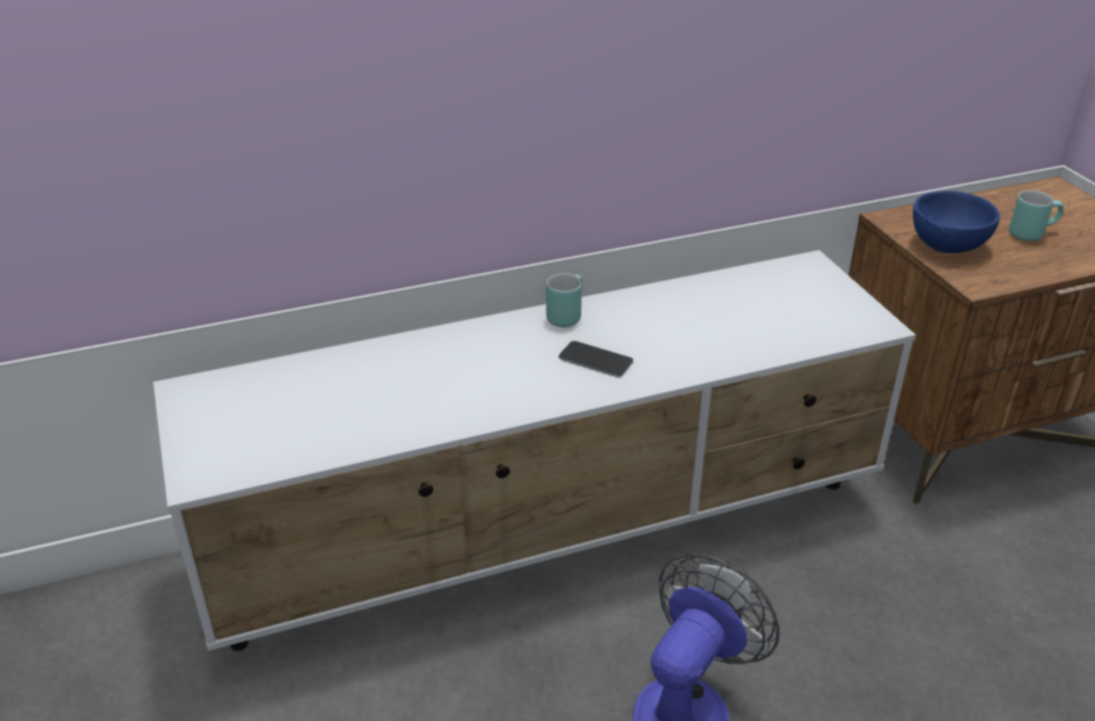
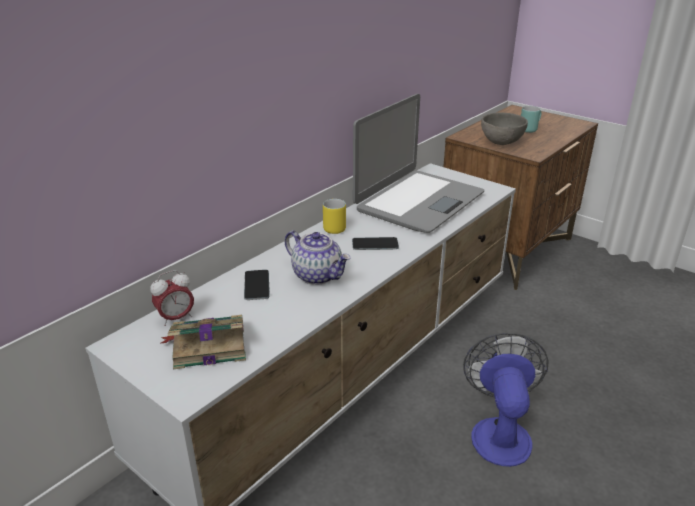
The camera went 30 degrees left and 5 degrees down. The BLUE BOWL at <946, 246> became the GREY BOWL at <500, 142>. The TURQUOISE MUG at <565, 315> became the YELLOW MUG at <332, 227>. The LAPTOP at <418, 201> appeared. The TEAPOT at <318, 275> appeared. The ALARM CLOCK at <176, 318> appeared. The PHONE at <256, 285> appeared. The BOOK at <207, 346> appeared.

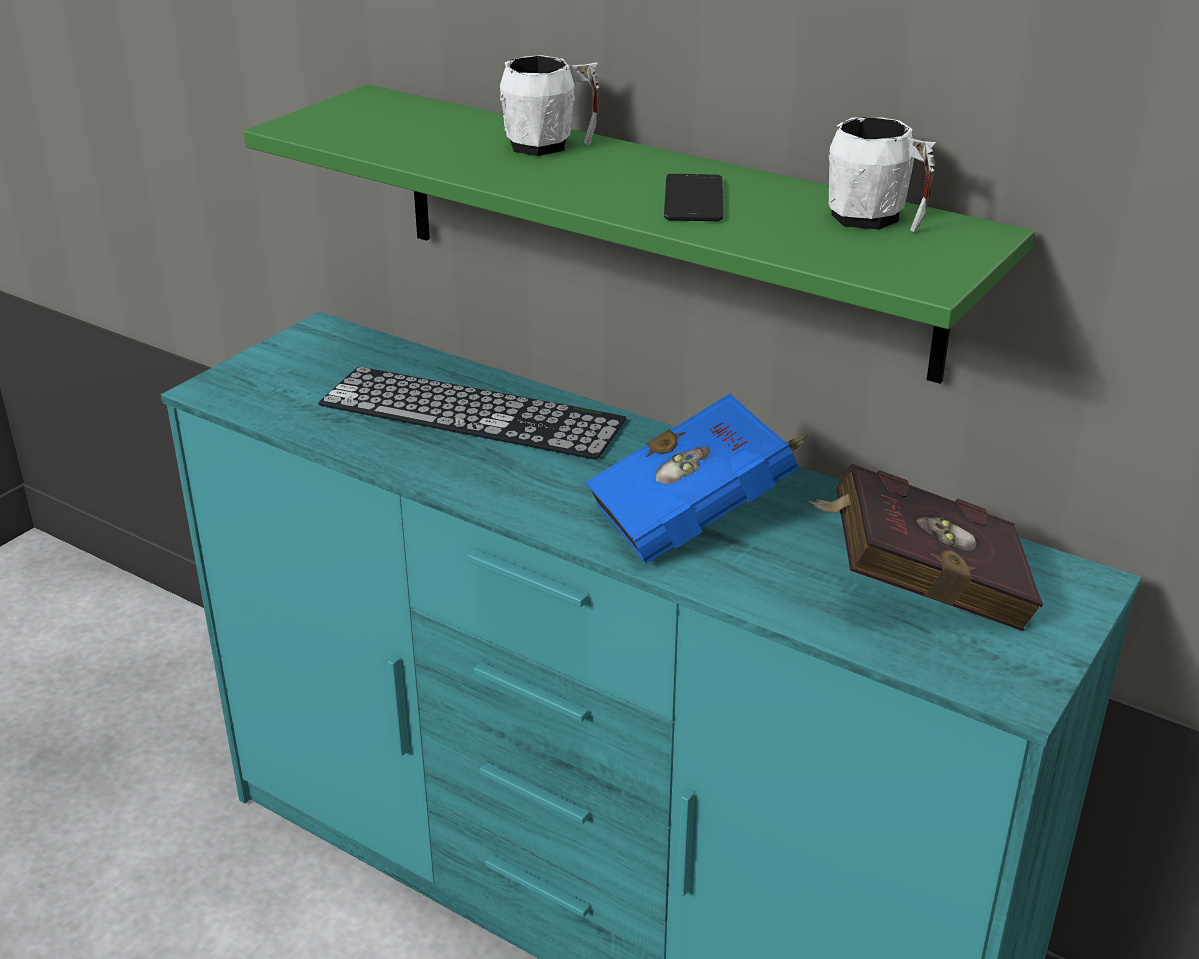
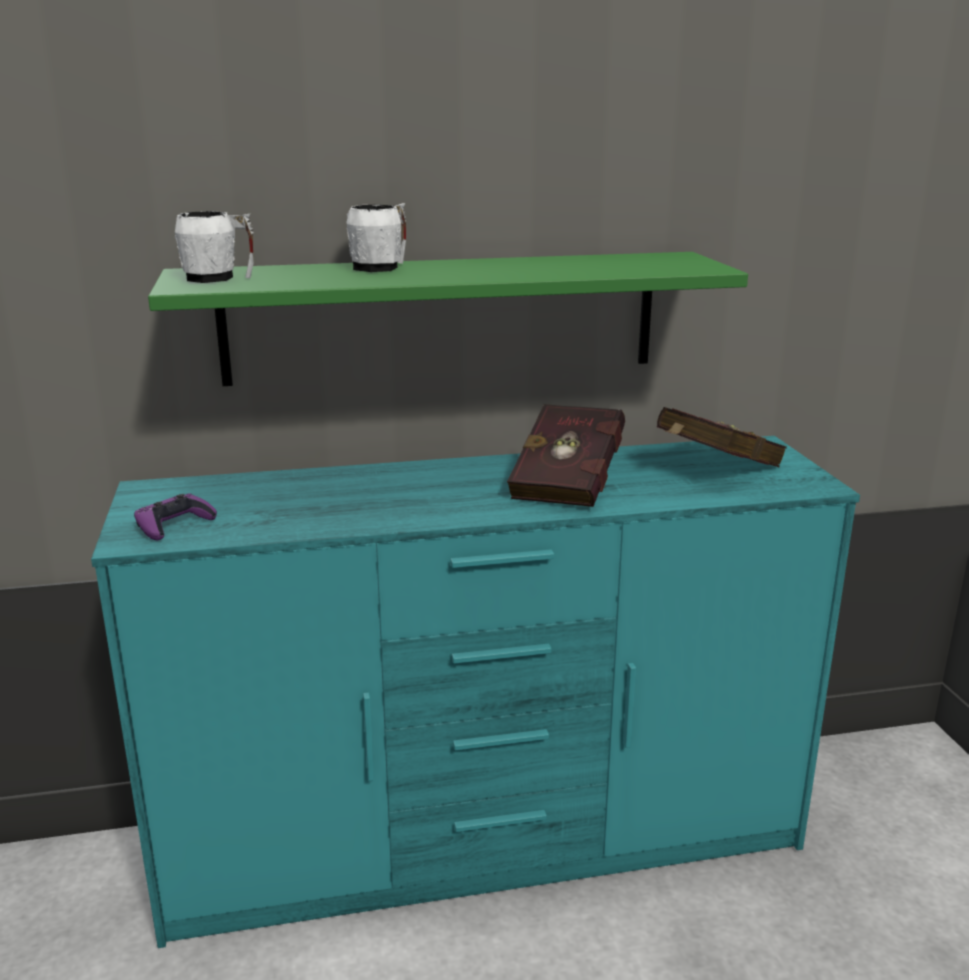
The camera went 45 degrees left and 10 degrees down. The WHITE MUG moved from <876, 220> to <218, 278>. The PHONE at <693, 199> disappeared. The KEYBOARD at <471, 413> disappeared. The BLUE BOOK at <697, 519> became the RED BOOK at <570, 484>. The PURPLE GAME CONTROLLER at <174, 525> appeared.

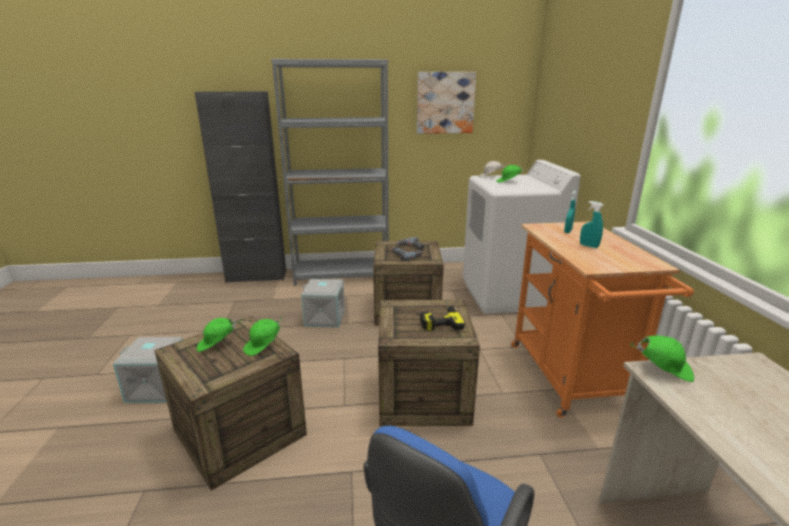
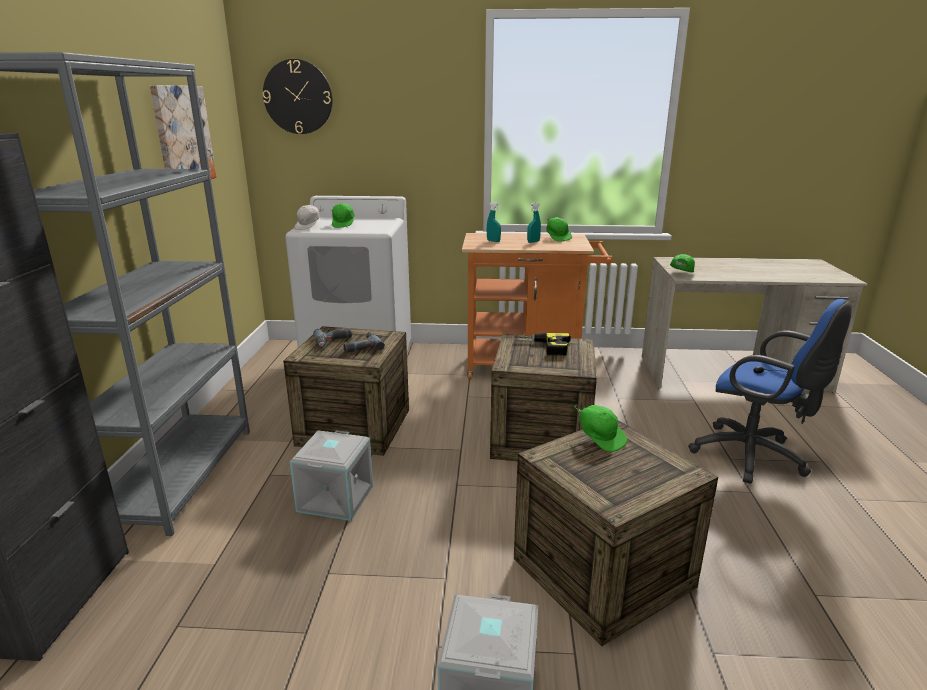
The camera went 80 degrees left and 0 degrees up. The GREEN CAP moved from <218, 344> to <558, 238>. The WALL CLOCK at <298, 97> appeared.

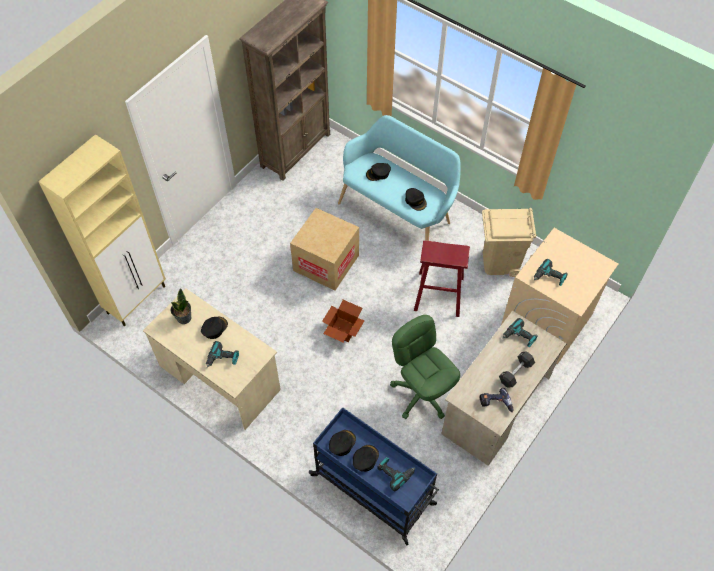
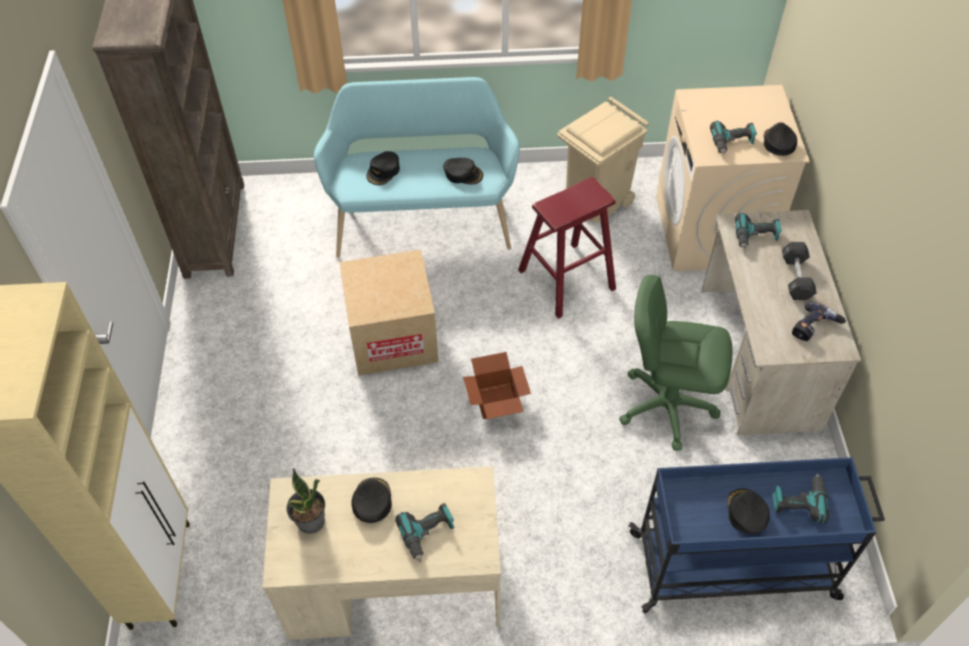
The camera went 40 degrees left and 5 degrees down. The BLACK CAP moved from <342, 443> to <778, 142>.

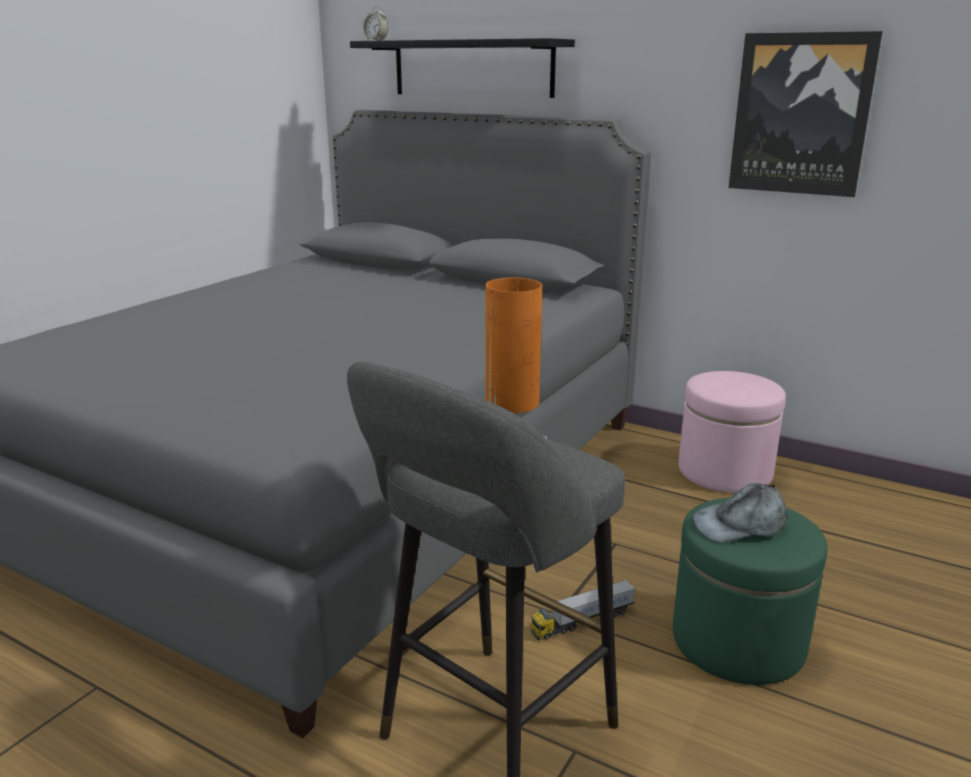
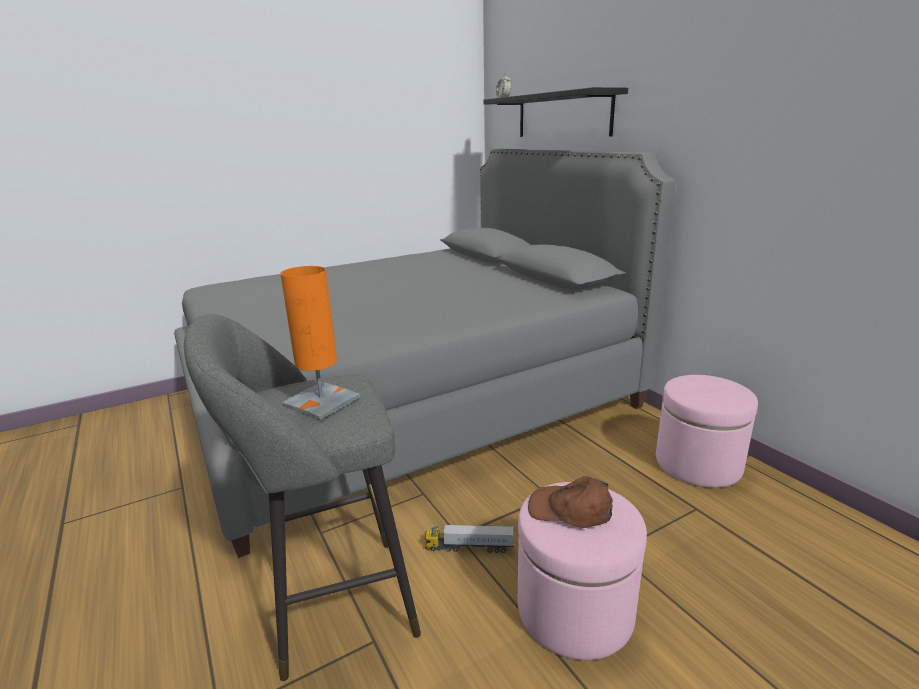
The camera went 30 degrees right and 0 degrees up. The PICTURE at <801, 114> disappeared. The GREY CAP at <740, 524> became the BROWN CAP at <570, 509>. The GREEN OTTOMAN at <738, 641> became the PINK OTTOMAN at <574, 609>.

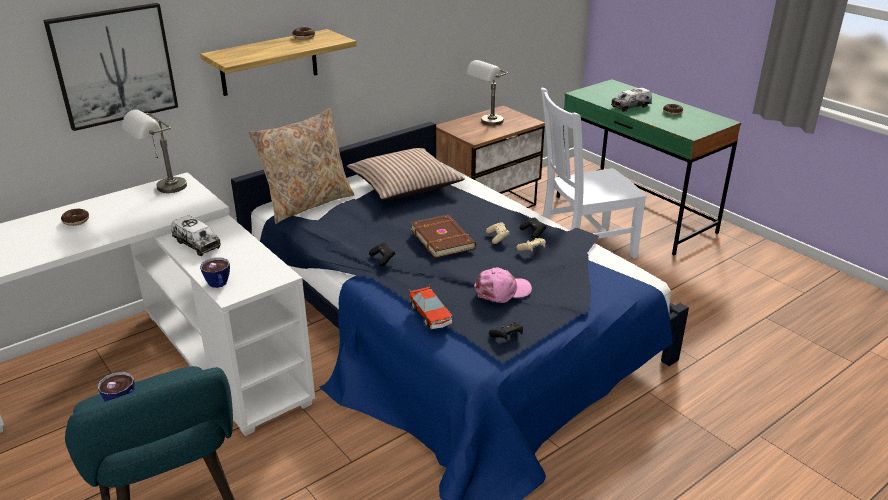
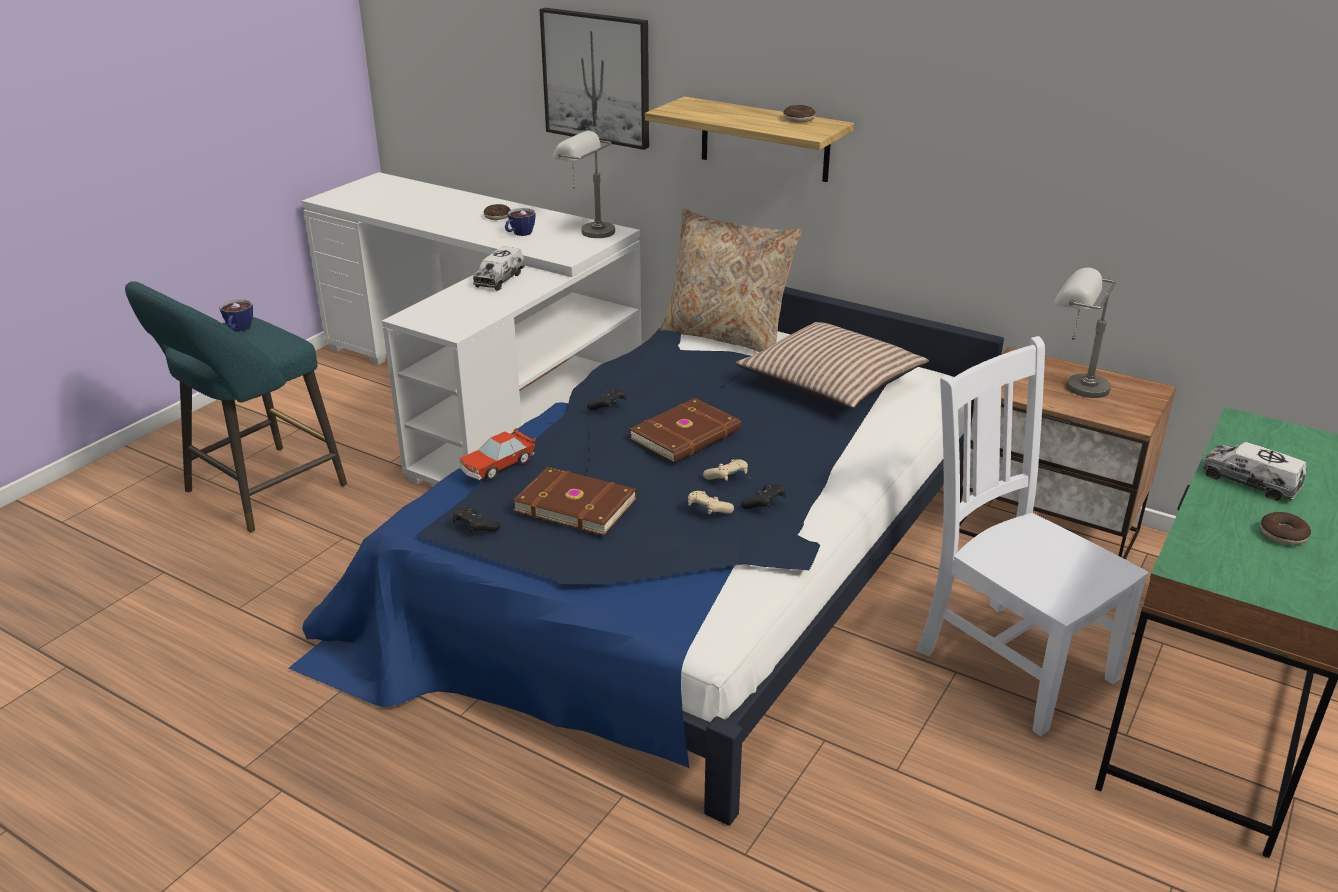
The camera went 70 degrees right and 0 degrees up. The CUP moved from <219, 285> to <519, 234>. The PINK CAP at <502, 291> was replaced by the BROWN BOOK at <576, 504>.

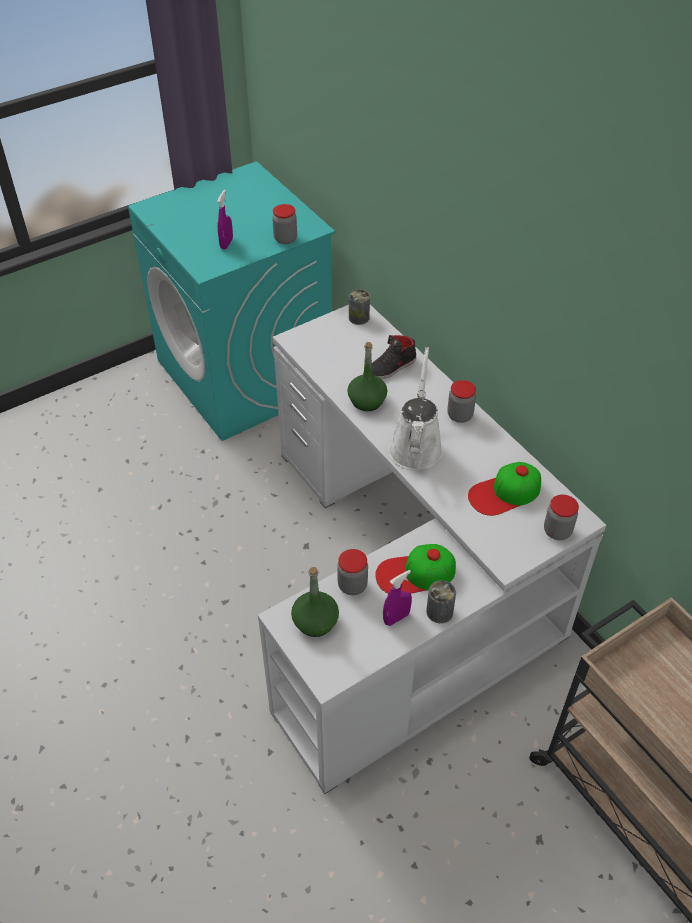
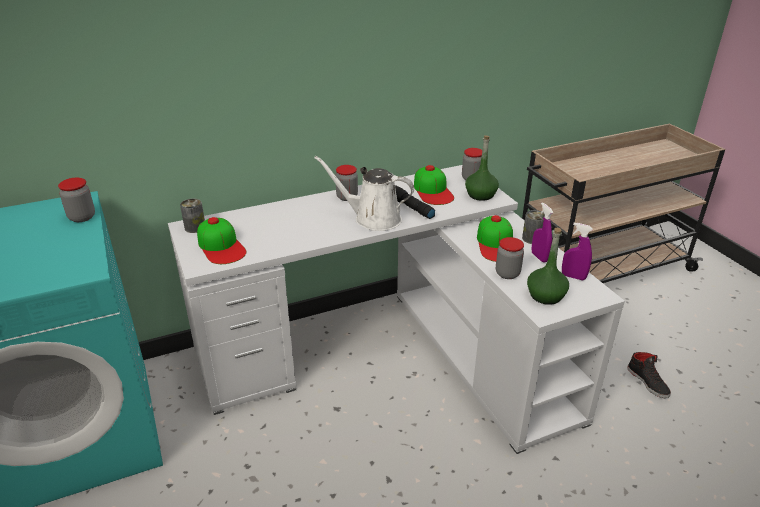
The camera went 80 degrees left and 15 degrees down. The PURPLE SPRAY BOTTLE moved from <226, 244> to <573, 277>. The BLACK SHOE moved from <390, 368> to <648, 382>. The GREEN BOTTLE moved from <367, 401> to <480, 195>. The BLACK FLASHLIGHT at <410, 207> appeared. The CAP at <221, 246> appeared.

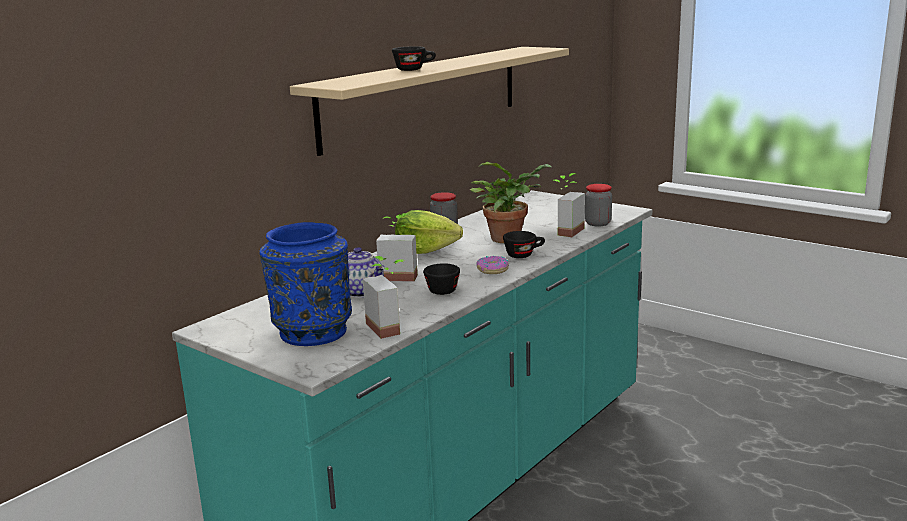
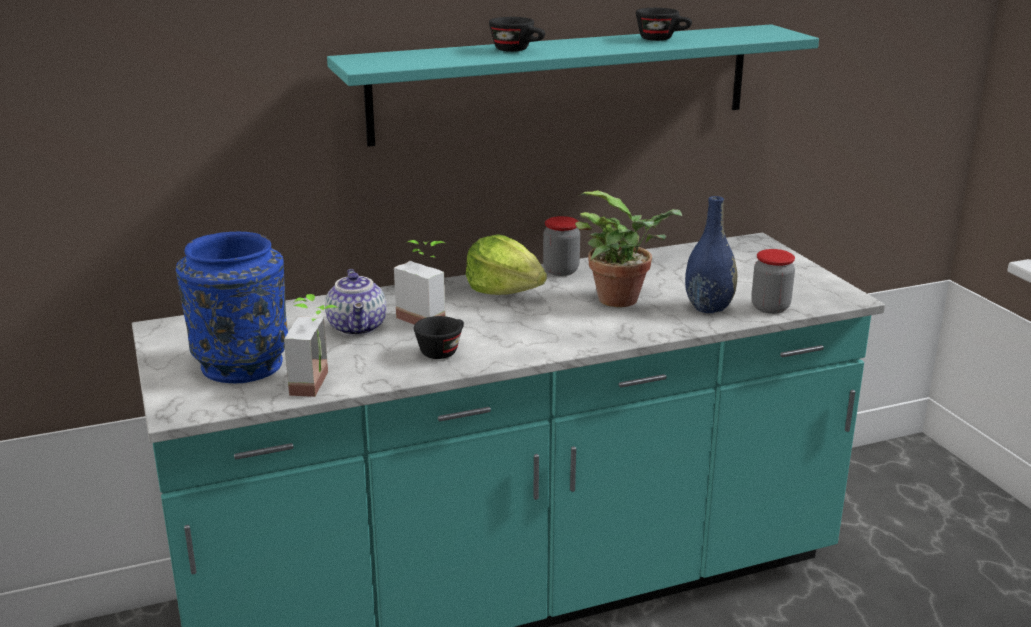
The camera went 30 degrees right and 5 degrees up. The BEIGE SHELF at <424, 95> became the TURQUOISE SHELF at <564, 83>. The POTTED PLANT at <564, 231> was replaced by the BLUE VASE at <708, 307>. The BLACK CUP moved from <524, 255> to <662, 39>. The DONUT at <492, 270> disappeared.

